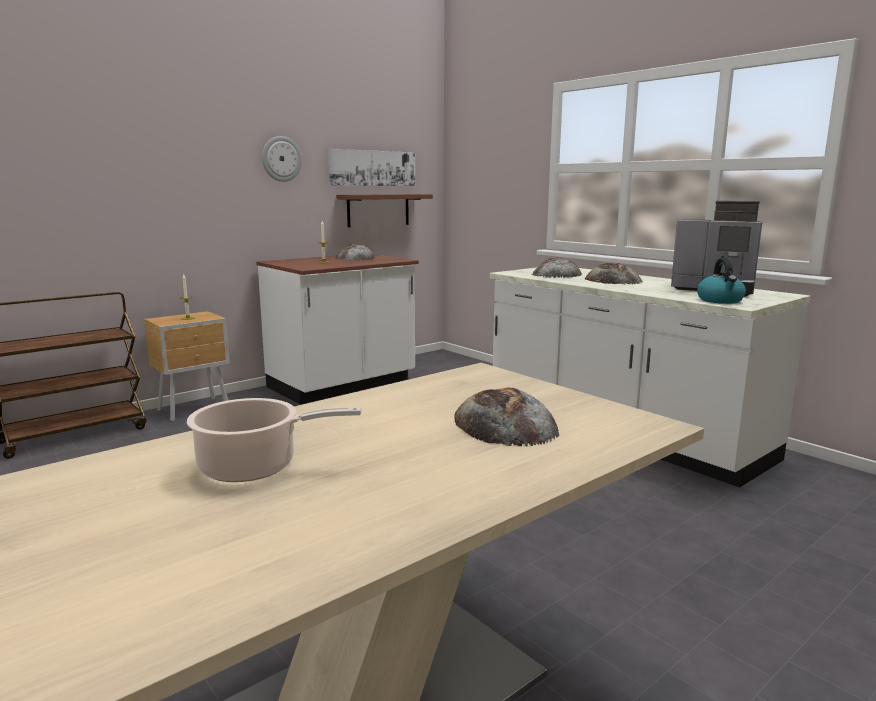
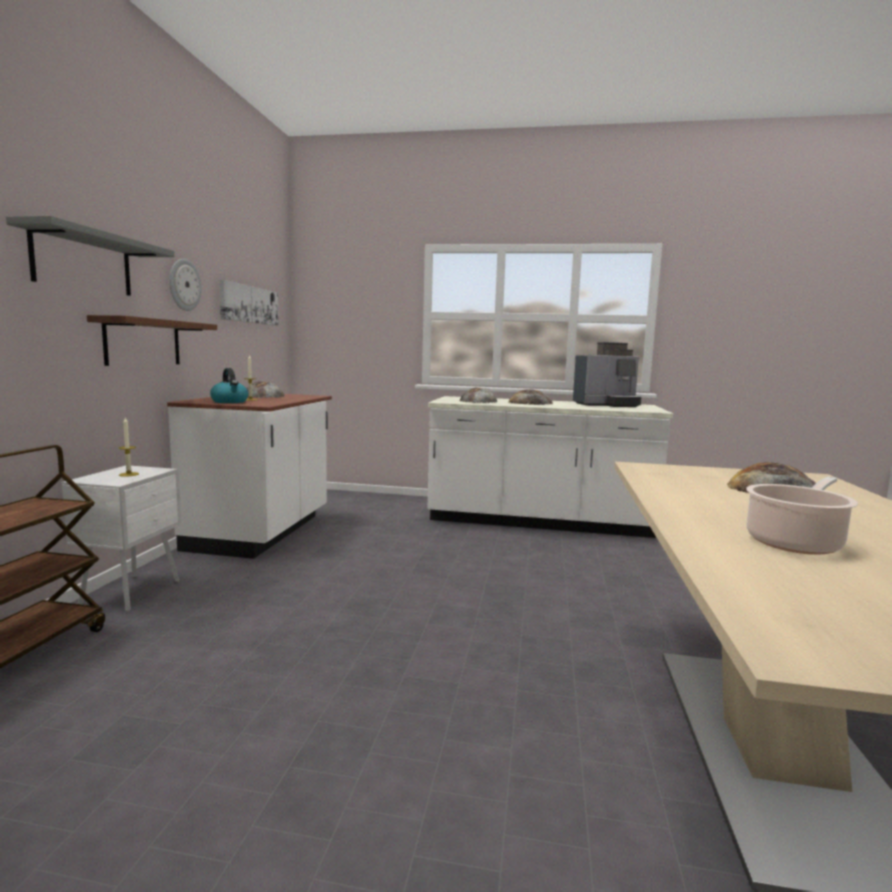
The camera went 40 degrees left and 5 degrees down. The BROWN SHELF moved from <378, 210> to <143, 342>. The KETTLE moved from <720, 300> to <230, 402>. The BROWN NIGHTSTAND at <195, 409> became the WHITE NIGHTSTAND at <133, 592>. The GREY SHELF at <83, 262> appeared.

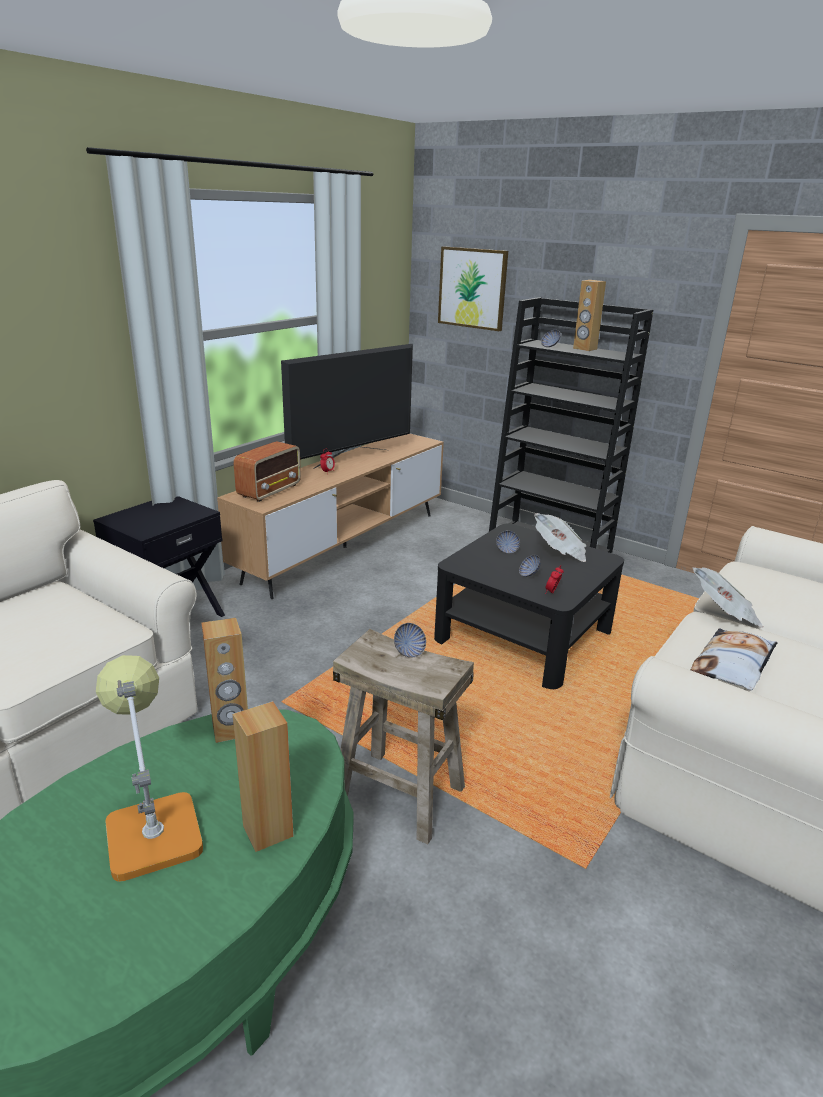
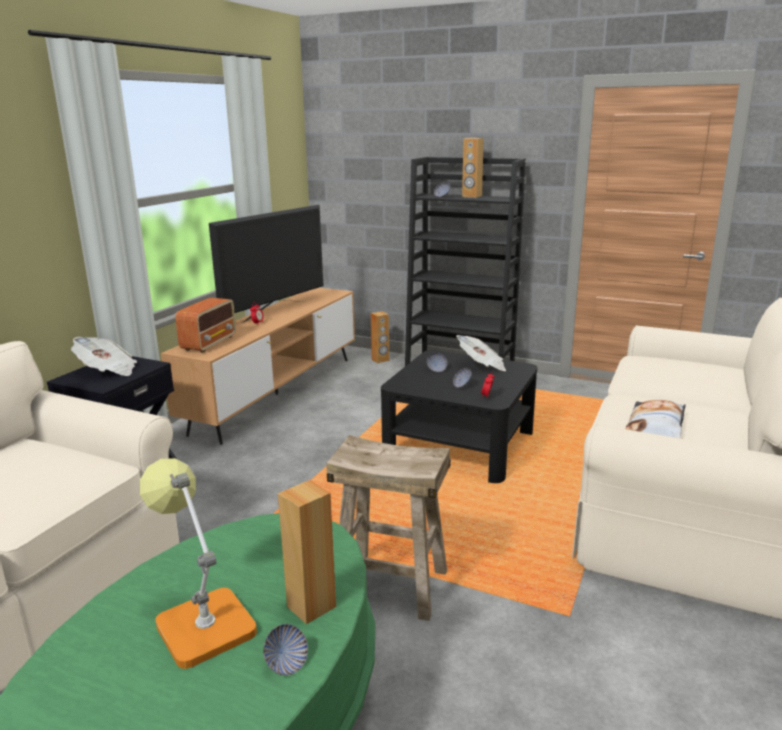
The camera went 10 degrees left and 5 degrees down. The PICTURE at <472, 288> disappeared. The NEWSPAPER moved from <724, 613> to <108, 371>. The BROWN SPEAKER moved from <231, 730> to <380, 360>. The BOWL moved from <409, 651> to <286, 663>.

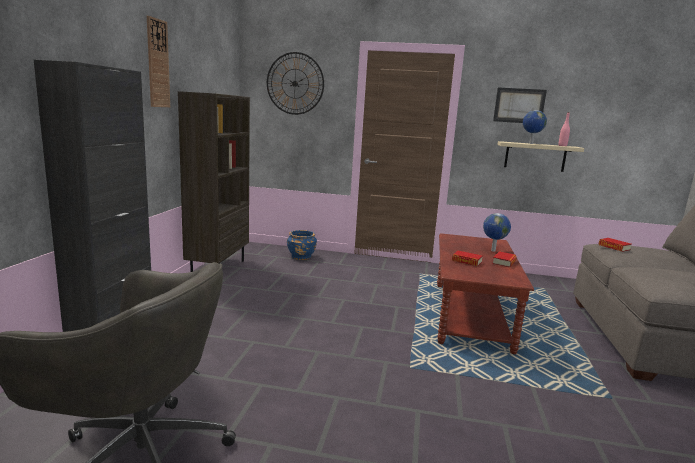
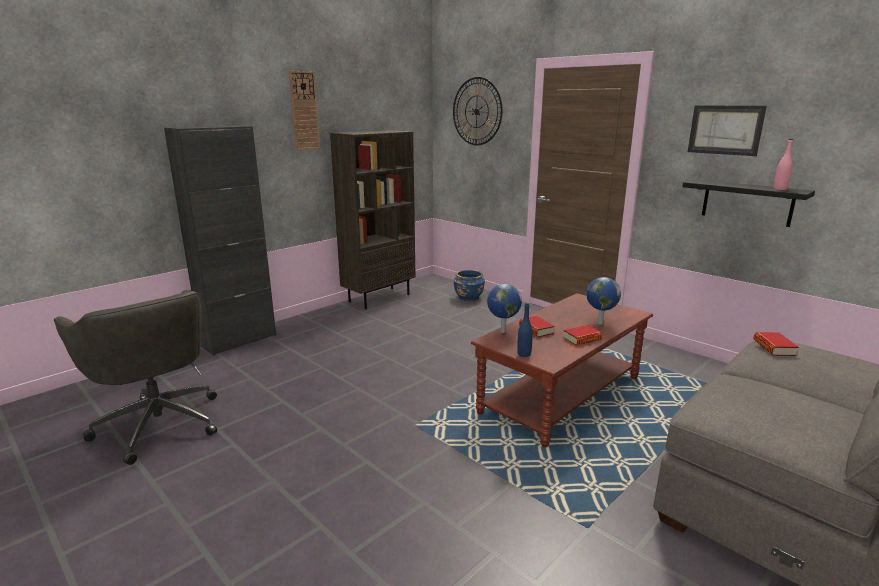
The camera went 35 degrees right and 5 degrees up. The GLOBE moved from <530, 143> to <502, 331>. The BEIGE SHELF at <535, 156> became the BLACK SHELF at <747, 202>. The BLUE BOTTLE at <524, 354> appeared.

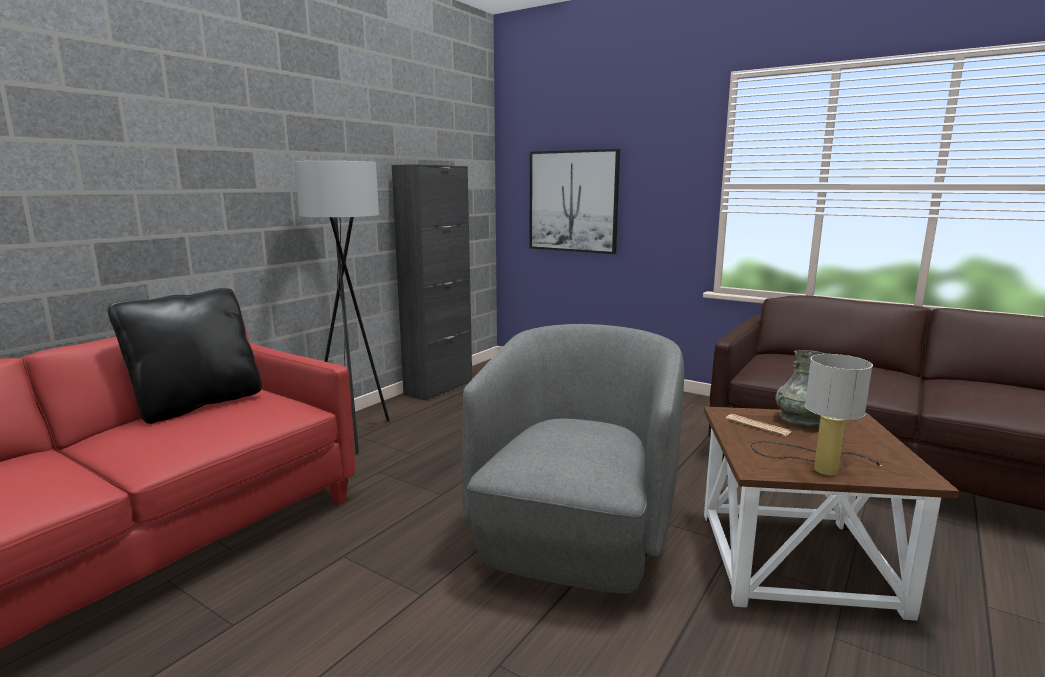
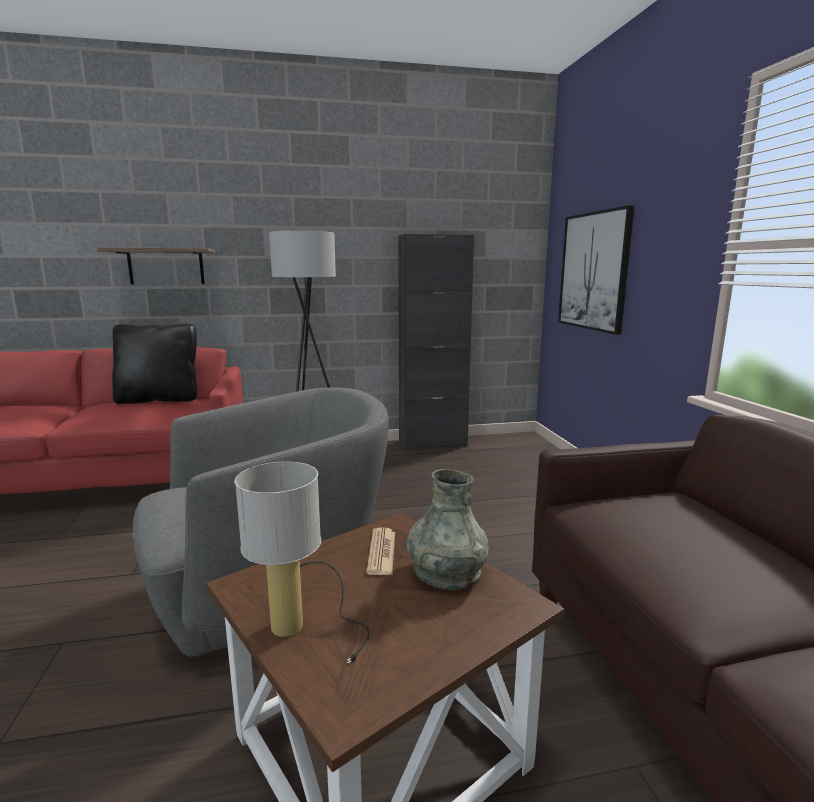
The camera went 45 degrees right and 0 degrees up. The SHELF at <166, 266> appeared.

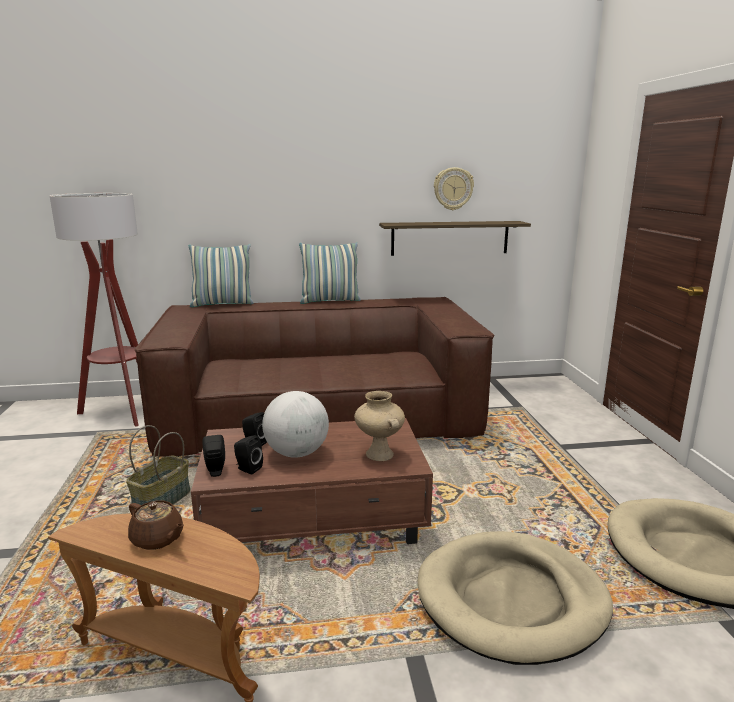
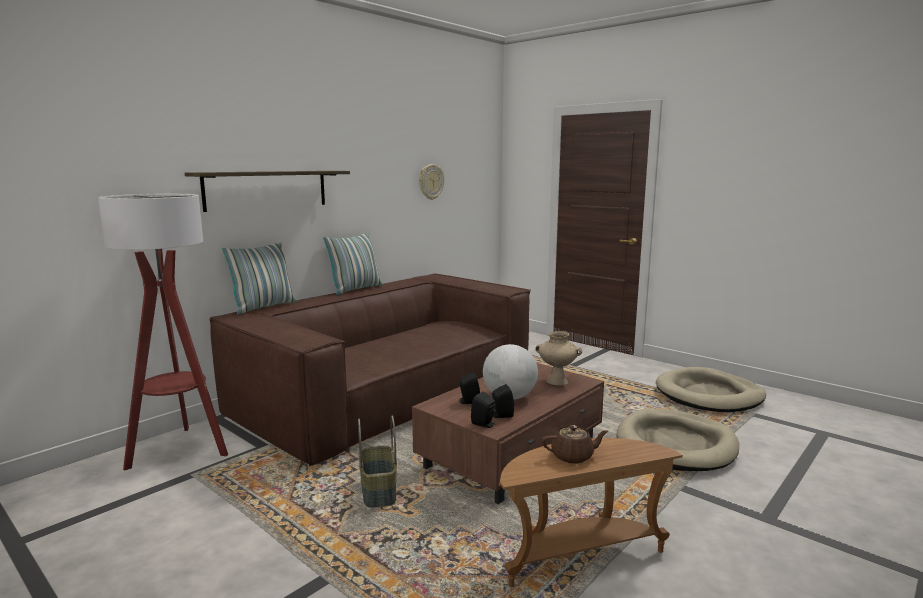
The camera went 40 degrees left and 5 degrees down. The SHELF moved from <450, 238> to <267, 189>.

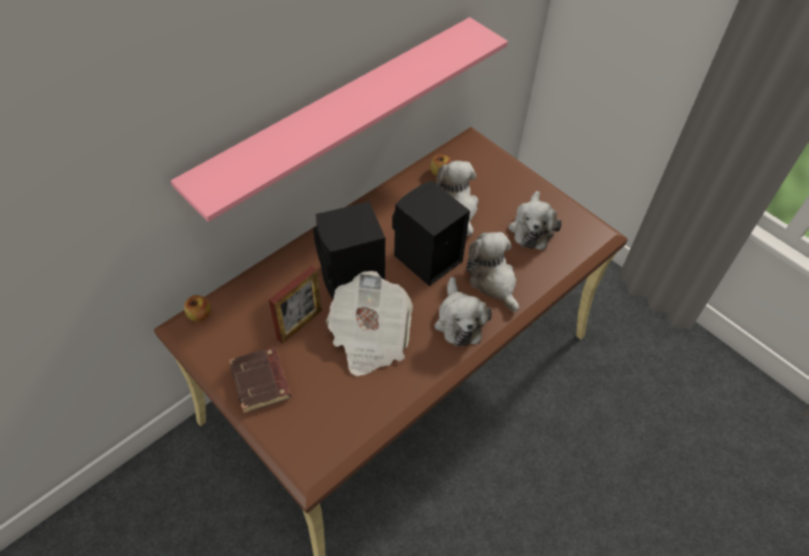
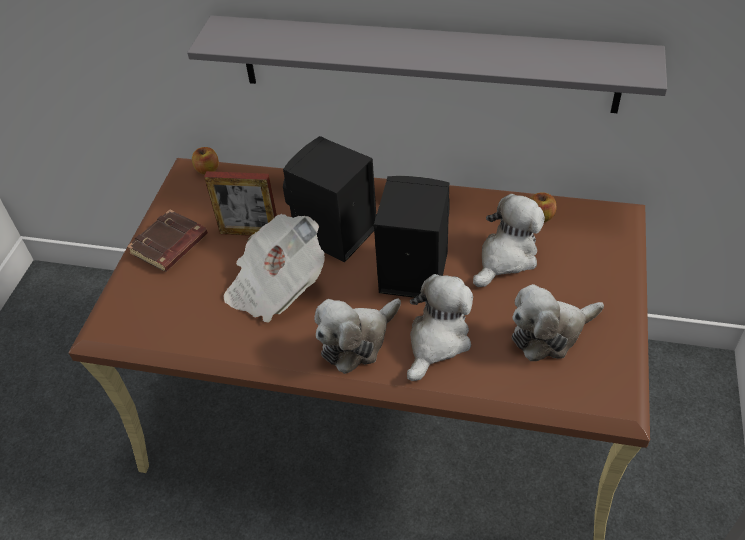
The camera went 60 degrees right and 5 degrees down. The PINK SHELF at <338, 115> became the GREY SHELF at <426, 64>.

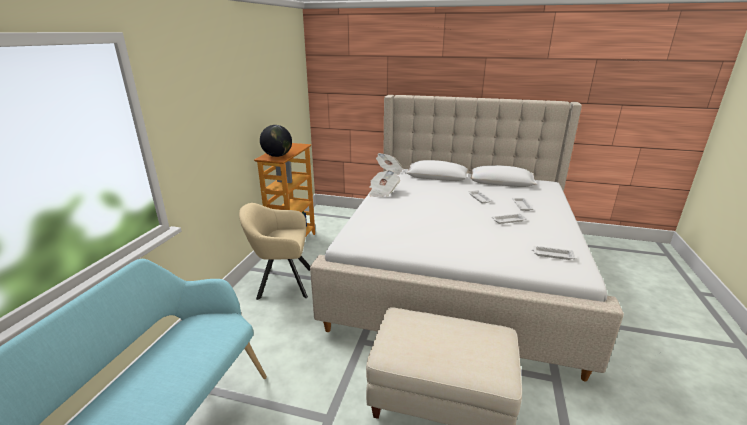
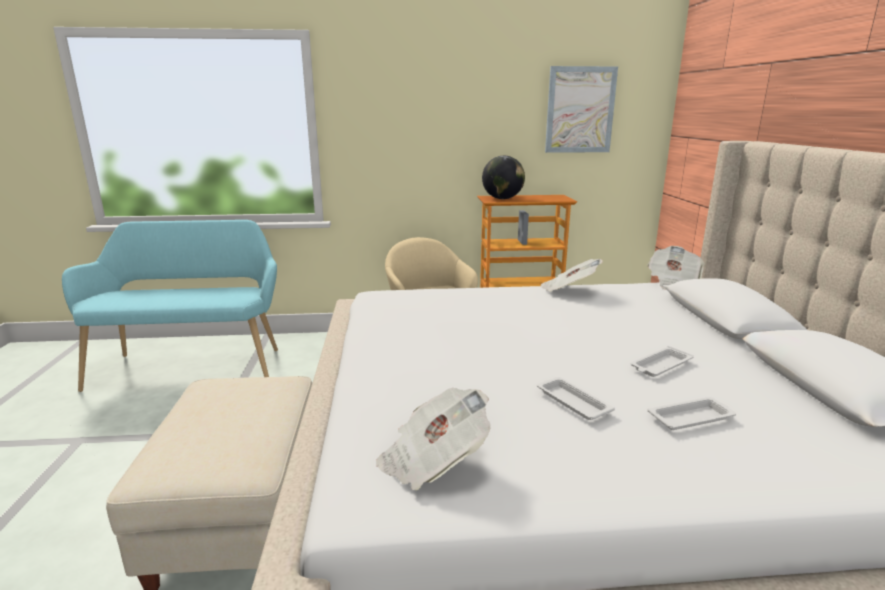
The camera went 70 degrees right and 5 degrees down. The WHITE TRAY at <552, 255> was replaced by the NEWSPAPER at <433, 460>. The PICTURE at <580, 110> appeared.

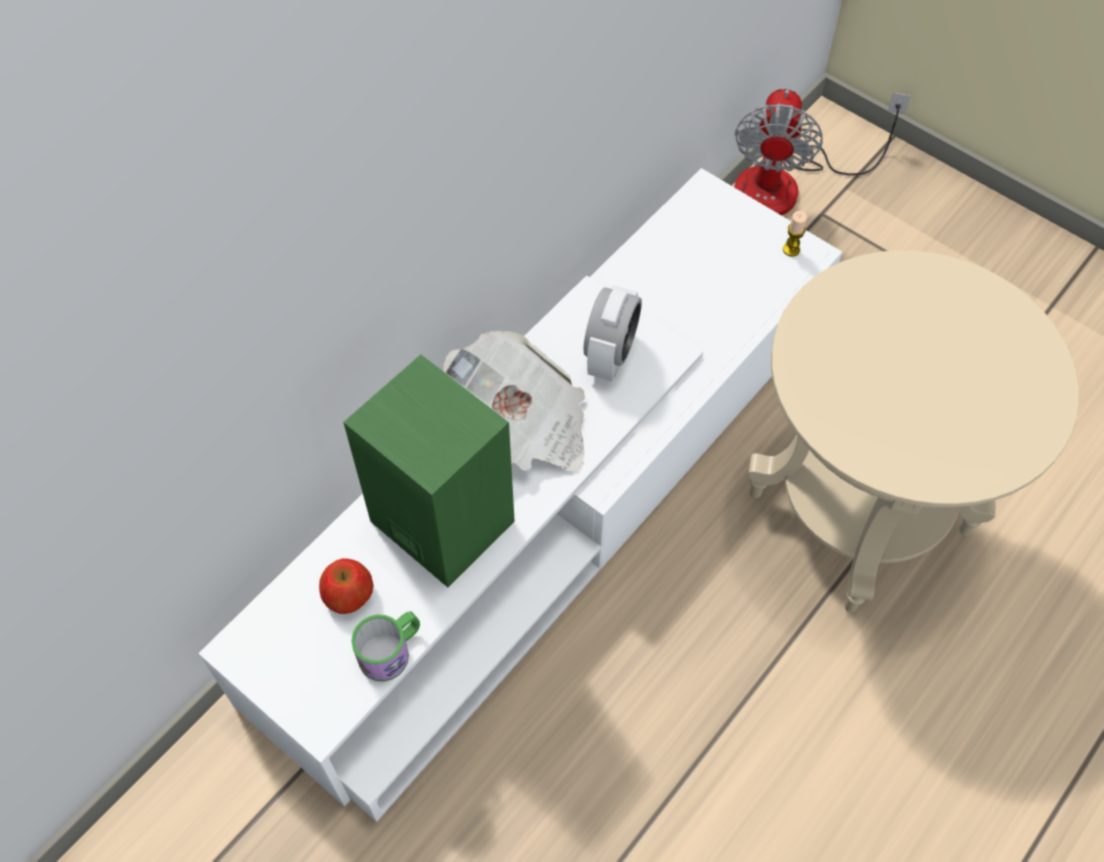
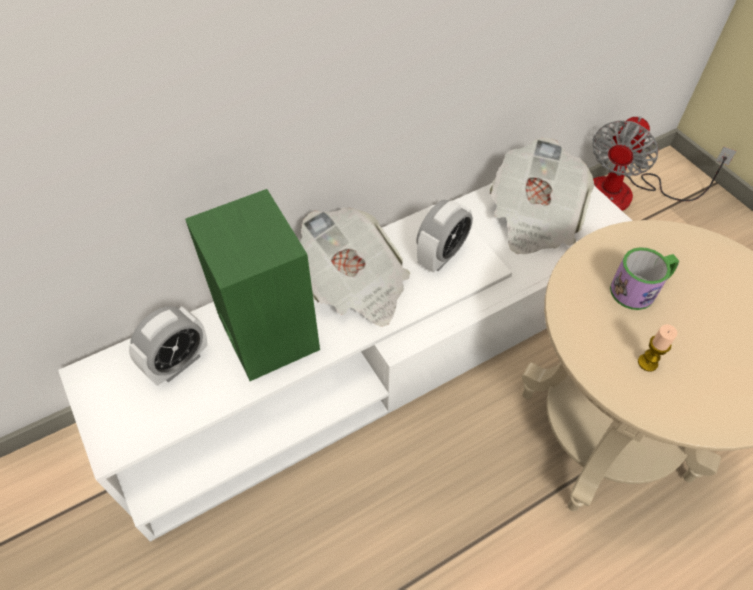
The camera went 20 degrees right and 5 degrees down. The CANDLE moved from <791, 249> to <647, 363>. The APPLE at <348, 595> was replaced by the ALARM CLOCK at <178, 363>. The MUG moved from <391, 650> to <639, 289>. The NEWSPAPER at <534, 218> appeared.

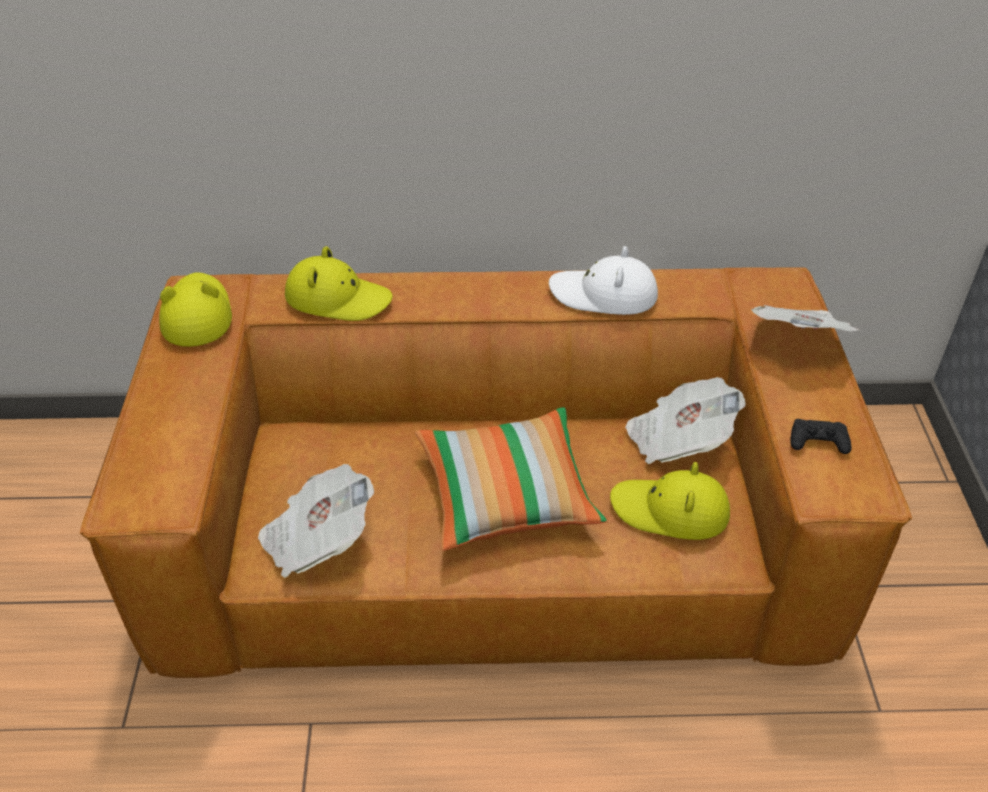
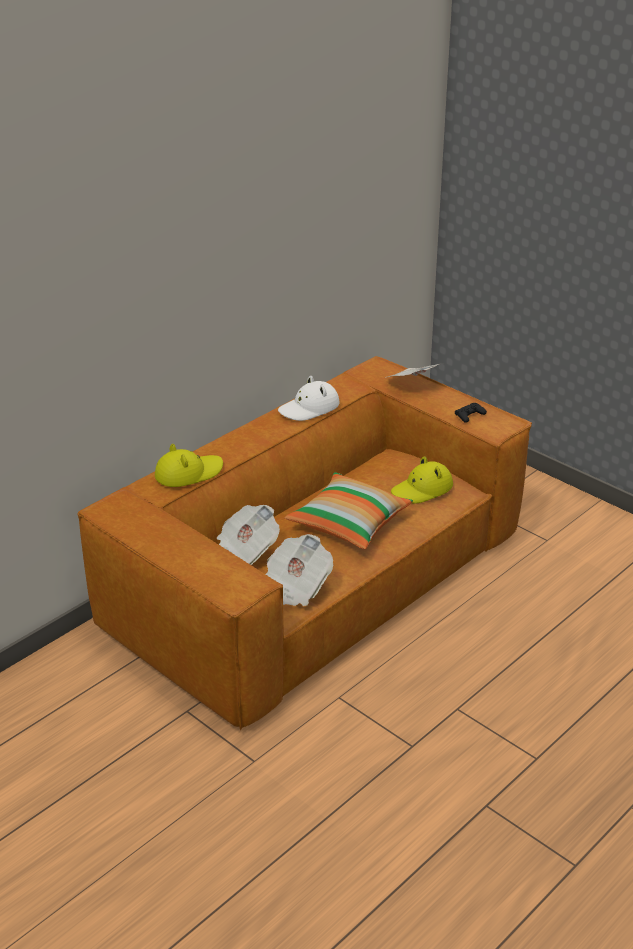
The camera went 45 degrees left and 10 degrees down. The YELLOW HAT at <196, 315> disappeared. The NEWSPAPER moved from <678, 440> to <244, 553>.

